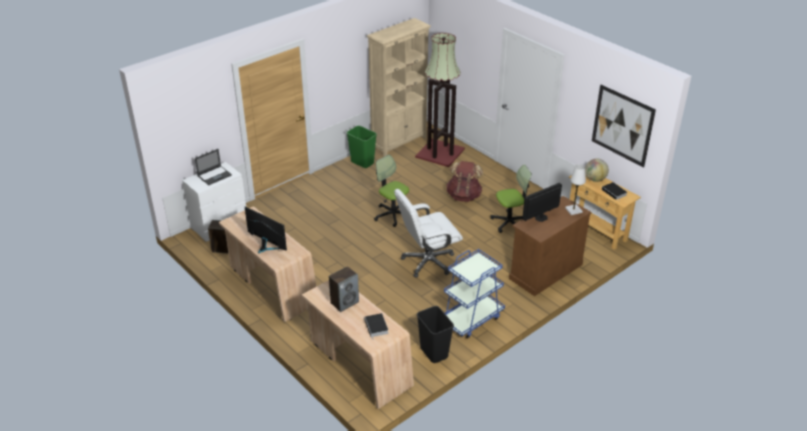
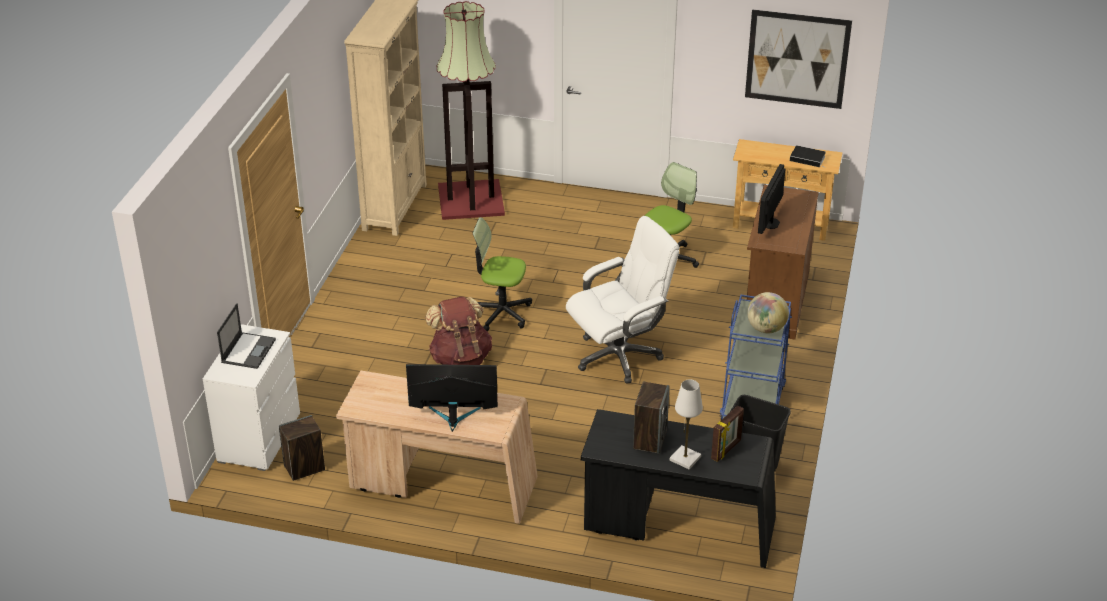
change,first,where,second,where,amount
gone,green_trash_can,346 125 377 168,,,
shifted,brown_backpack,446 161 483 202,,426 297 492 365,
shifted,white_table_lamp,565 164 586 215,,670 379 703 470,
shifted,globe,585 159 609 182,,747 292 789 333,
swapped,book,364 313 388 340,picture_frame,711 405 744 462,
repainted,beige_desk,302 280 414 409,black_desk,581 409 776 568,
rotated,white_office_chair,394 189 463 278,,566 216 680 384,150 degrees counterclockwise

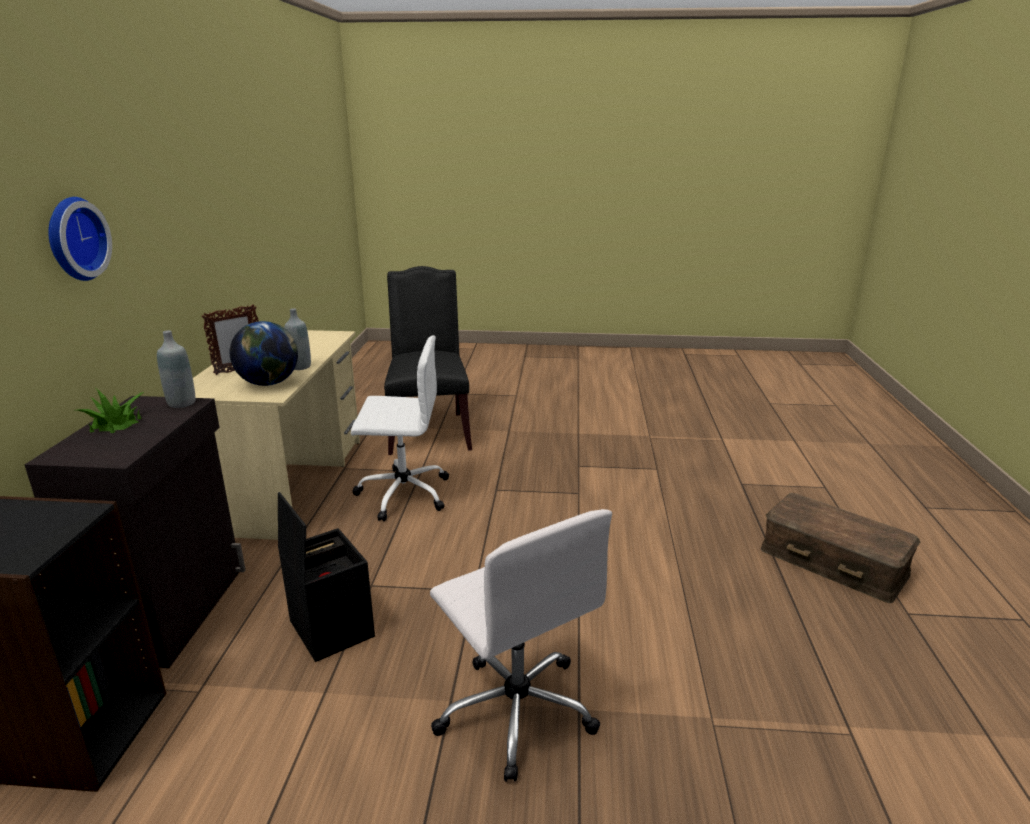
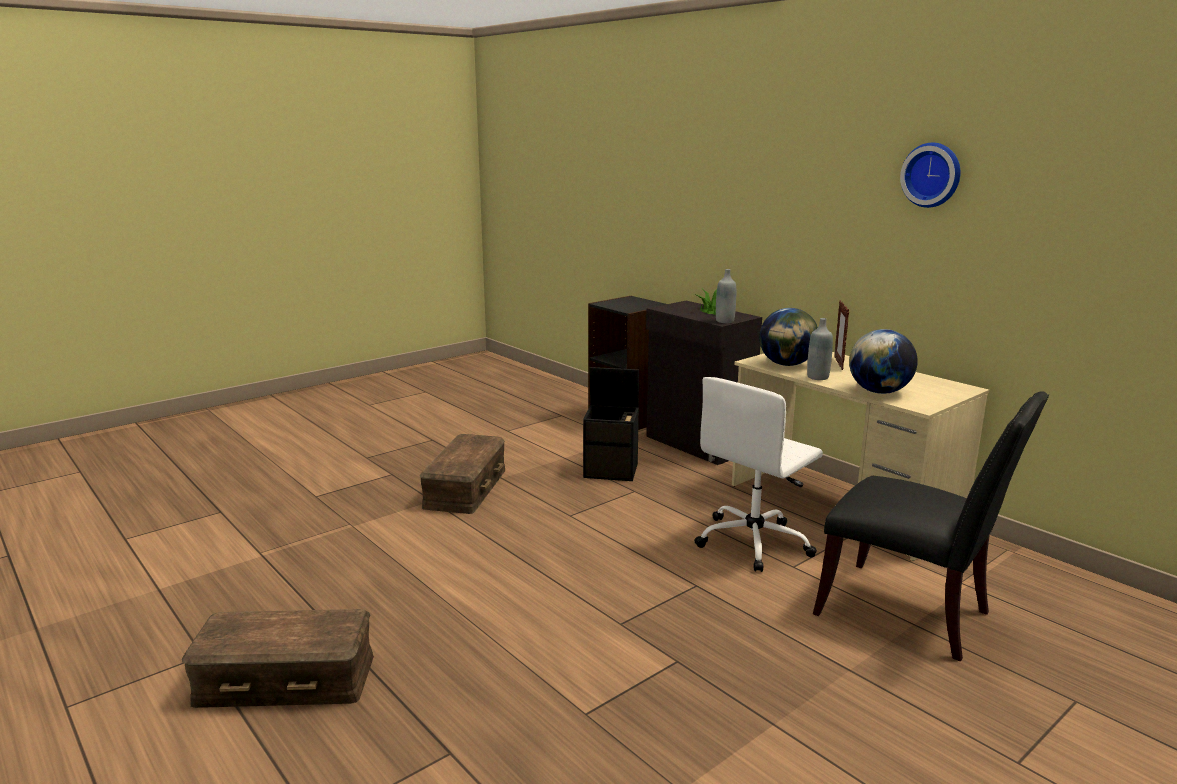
change,first,where,second,where,amount
new,,,globe,849 329 918 394,
shifted,wall_clock,48 197 112 281,,900 143 961 208,
swapped,white_office_chair,430 509 612 782,brown_storage_box,420 434 505 514,

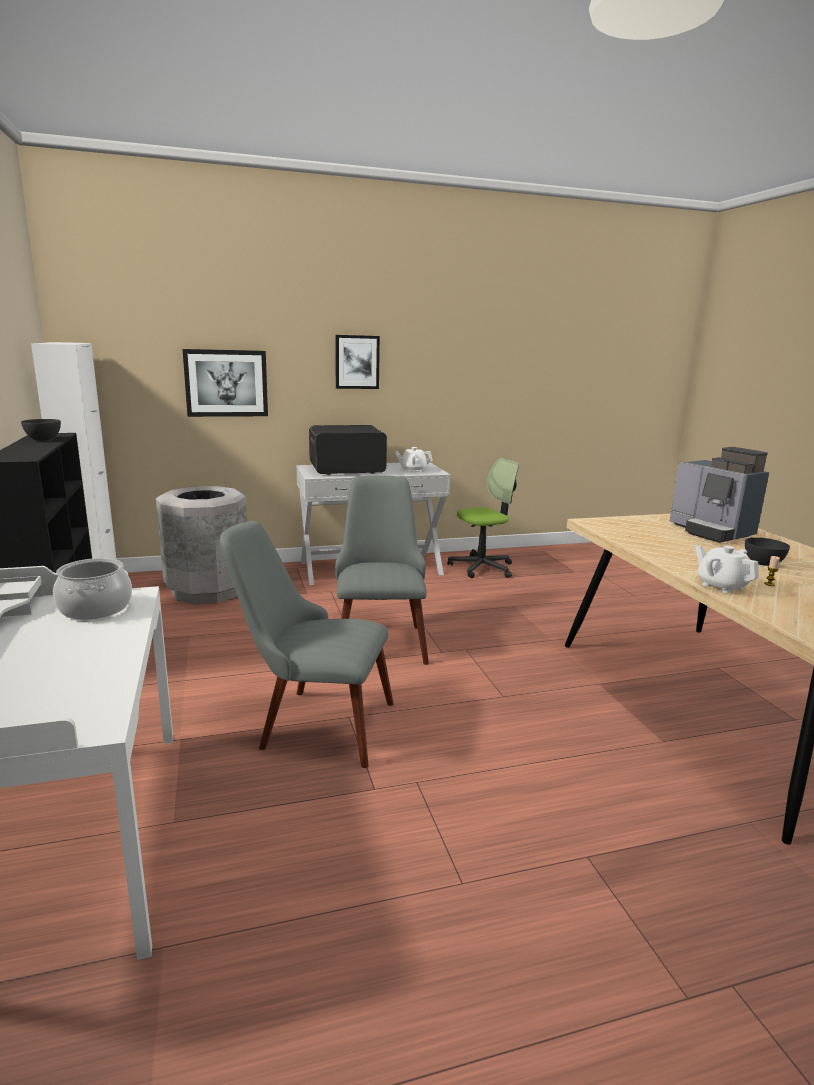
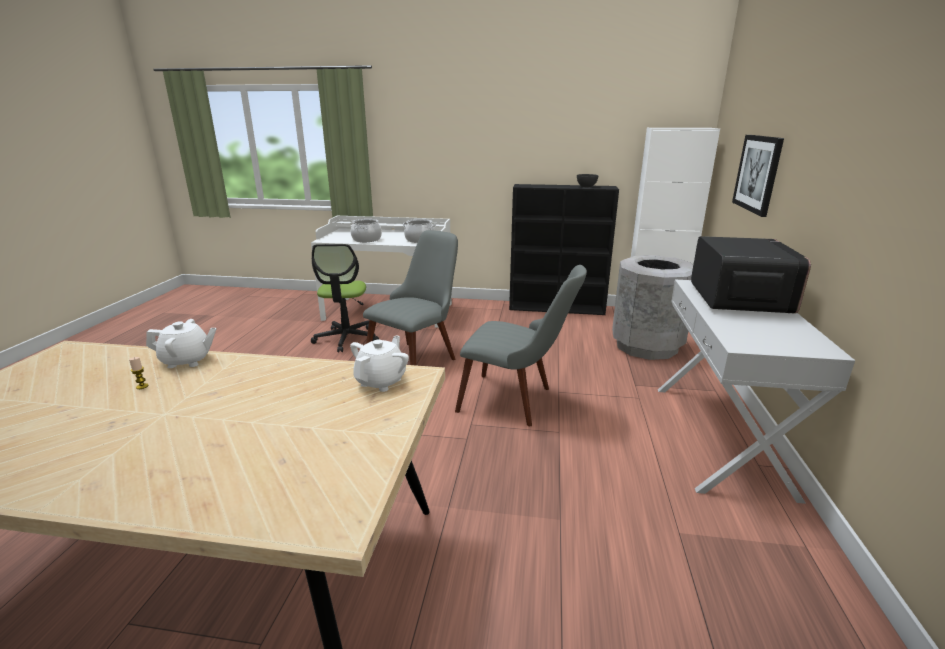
change,first,where,second,where,amount
gone,picture,335 335 380 389,,,
gone,coffee_machine,670 447 769 543,,,
gone,grey_bowl,745 537 790 566,,,
new,,,cooking_pot,351 219 382 242,
shifted,white_teapot,395 447 433 473,,350 335 409 392,
shifted,office_chair,447 458 519 578,,311 244 379 352,

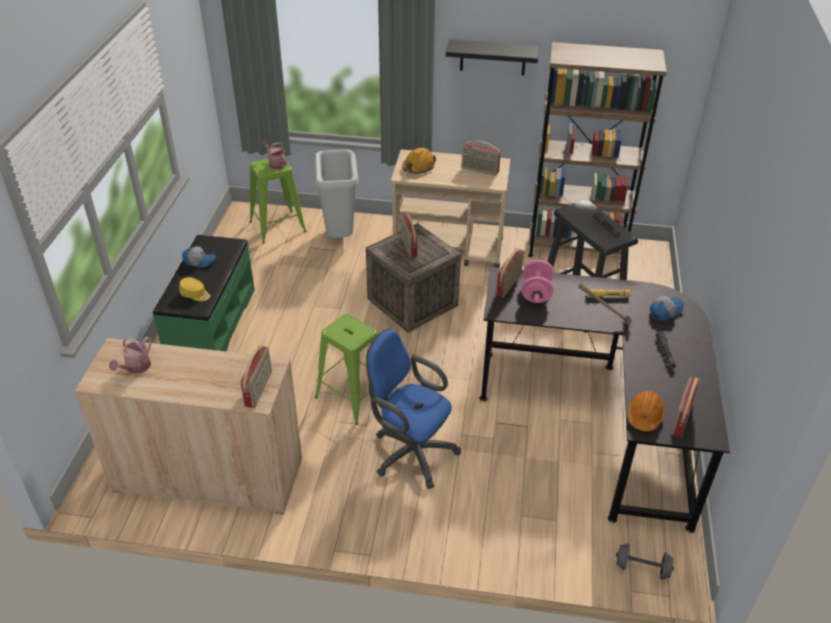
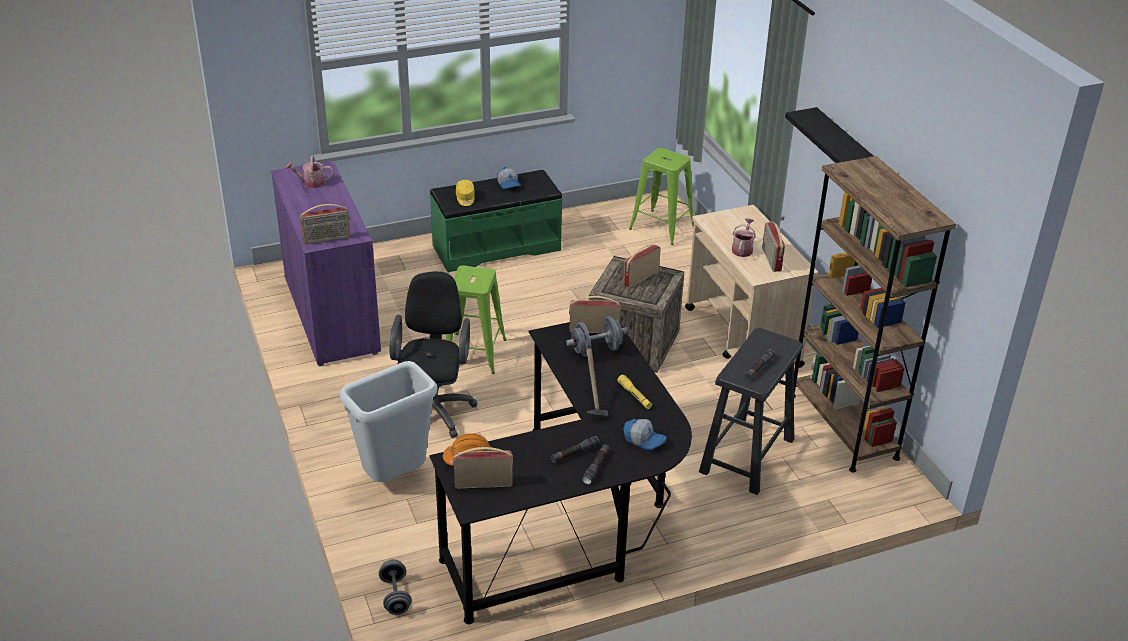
change,first,where,second,where,amount
gone,orange_hard_hat,402 148 436 173,,,
new,,,black_flashlight,582 444 610 485,
shifted,watering_can,261 140 287 169,,732 218 756 257,
shifted,grey_trash_can,314 150 358 238,,340 361 437 482,
repainted,beige_cabinet,75 338 302 515,purple_cabinet,271 161 381 366,
repainted,blue_office_chair,366 329 461 489,black_office_chair,390 271 478 438,
repainted,pink_dumbbell,522 260 554 303,grey_dumbbell,566 316 628 357,

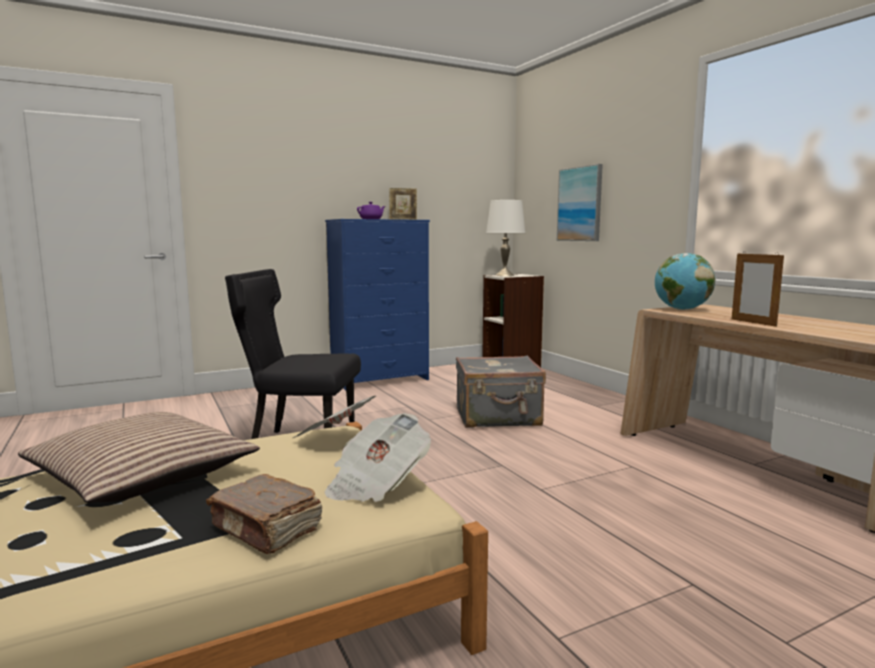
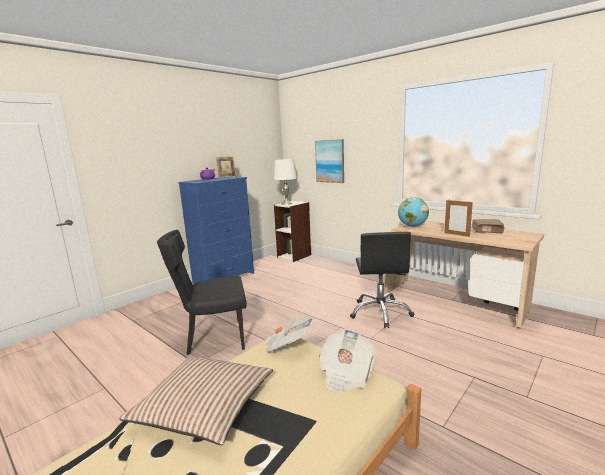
change,first,where,second,where,amount
gone,grey_suitcase,456 355 546 428,,,
new,,,black_office_chair,350 232 414 328,
shifted,brown_book,206 474 322 554,,472 219 504 233,

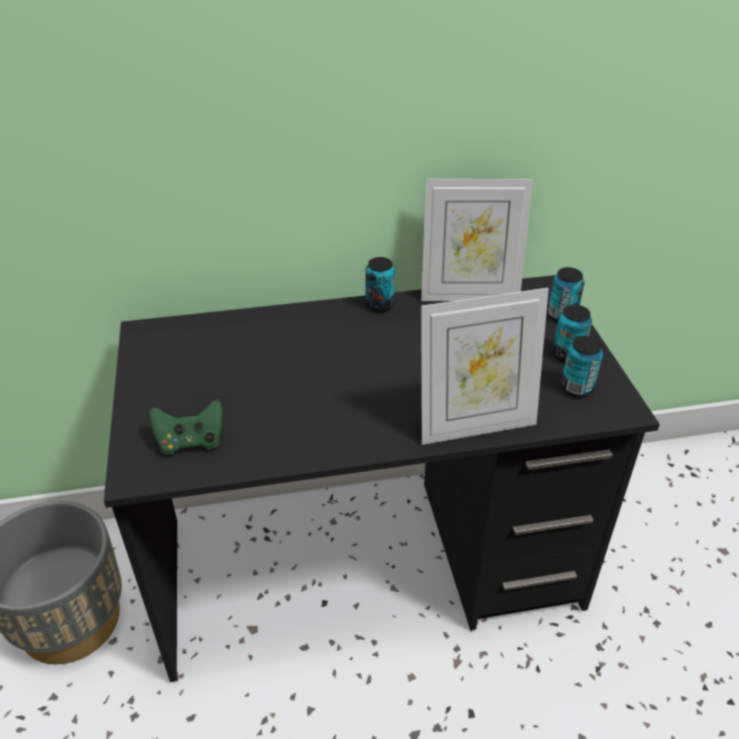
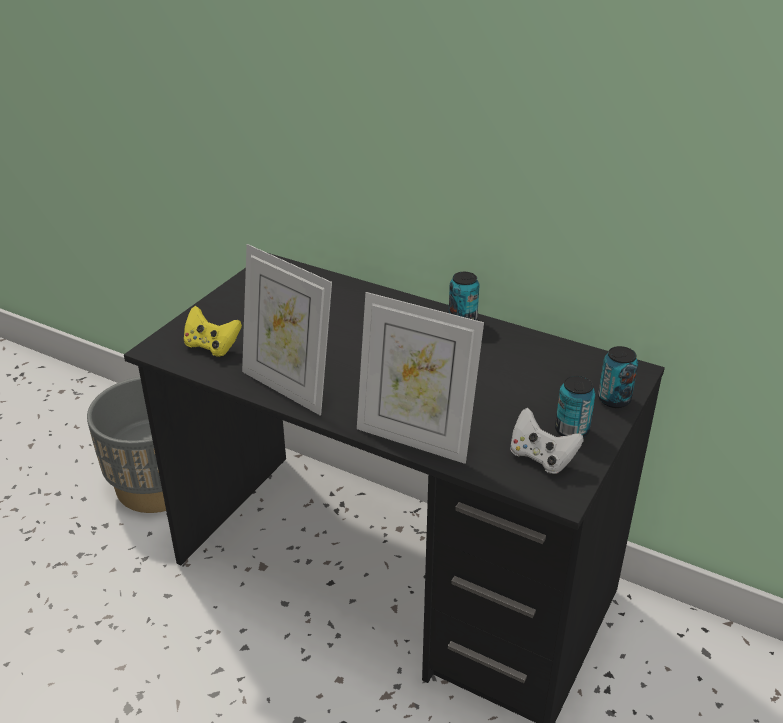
change,first,where,second,where,amount
shifted,picture_frame,421 179 533 301,,242 244 332 416,
swapped,can,561 336 603 397,white_game_controller,510 408 584 474,
repainted,green_game_controller,150 400 223 454,yellow_game_controller,184 306 242 357,

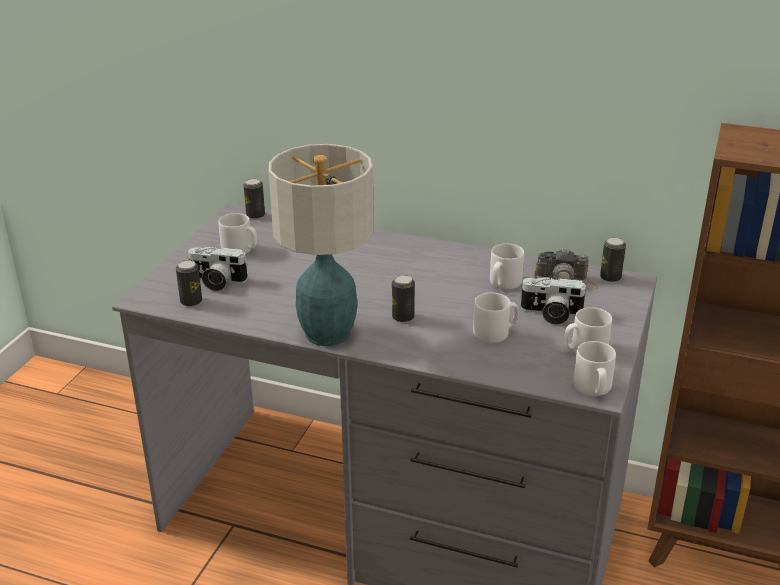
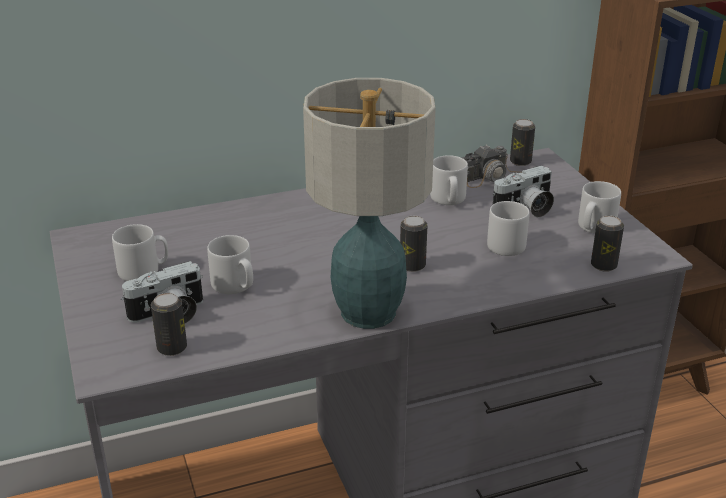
change,first,where,second,where,amount
shifted,can,244 178 265 219,,591 215 624 272,
shifted,grey_mug,573 341 616 396,,207 235 253 294,

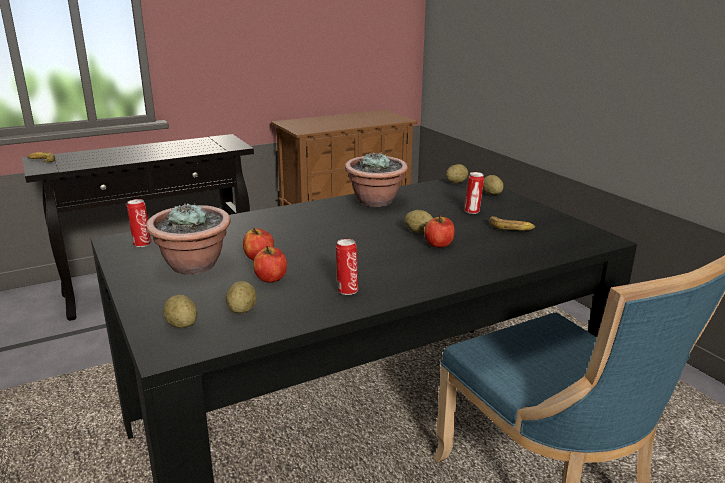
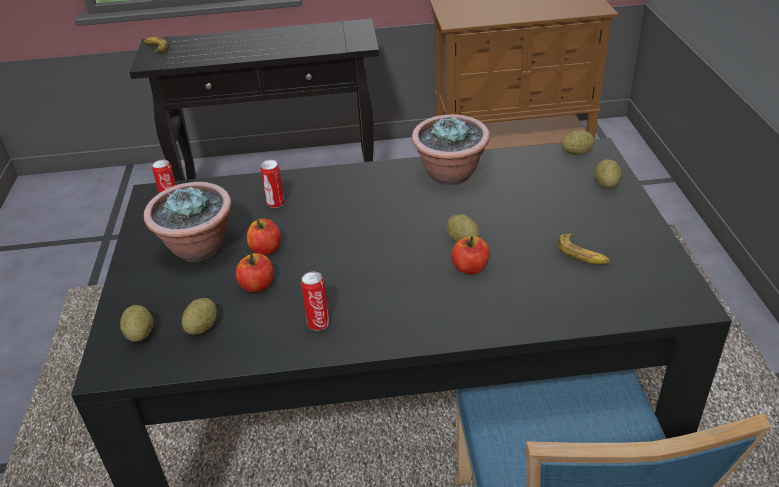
change,first,where,second,where,amount
shifted,can,464 172 484 214,,260 160 285 208,

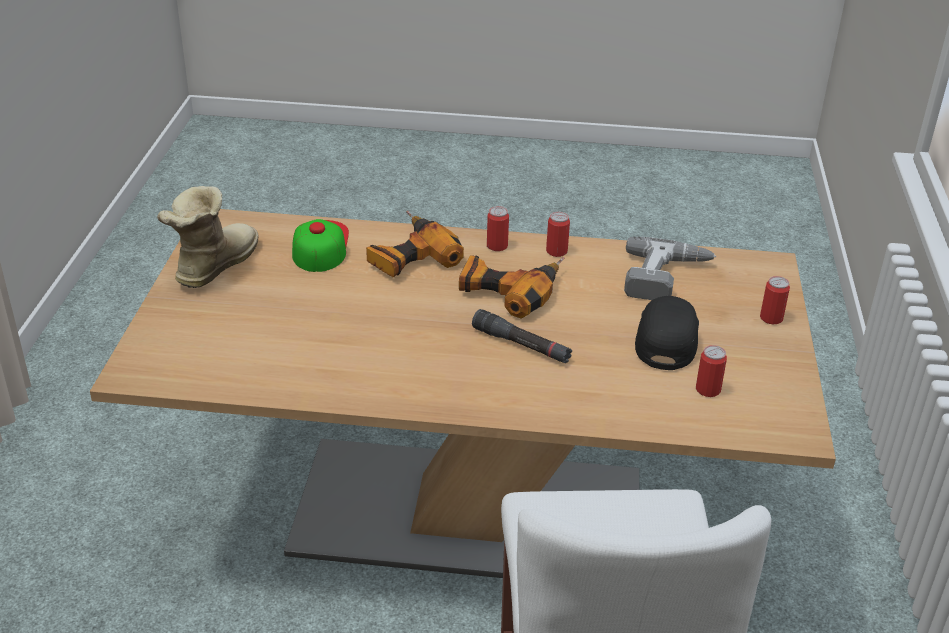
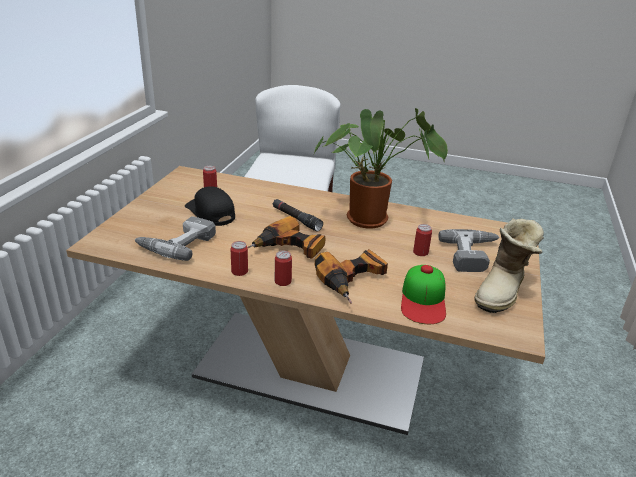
change,first,where,second,where,amount
new,,,potted_plant,314 108 448 229,
new,,,power_drill,438 229 500 272,
shifted,can,760 276 790 324,,413 224 432 256,
rotated,black_cap,635 296 699 370,,185 186 235 226,120 degrees clockwise

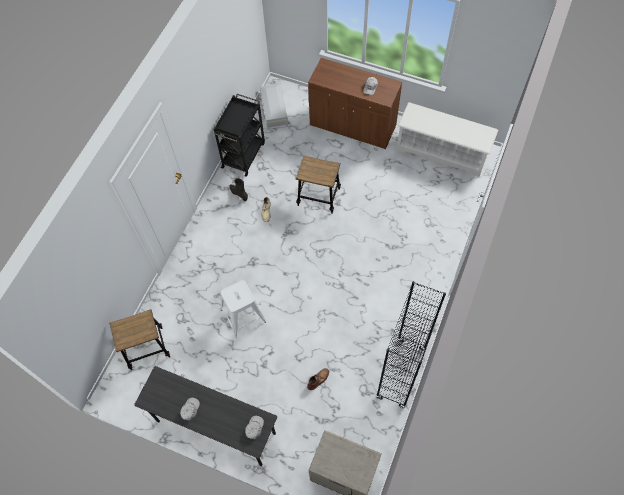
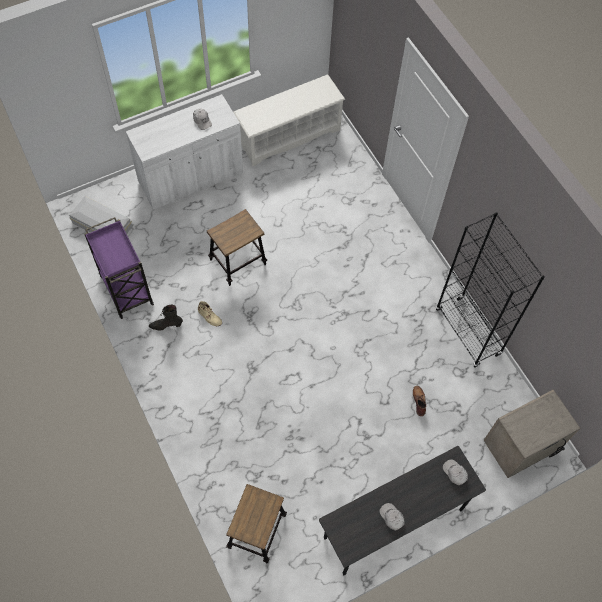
change,first,where,second,where,amount
gone,white_stool,221 280 266 338,,,
repainted,black_cart,213 94 265 177,purple_cart,84 217 154 319,
repainted,brown_cabinet,308 58 402 149,white_cabinet,126 94 243 210,

